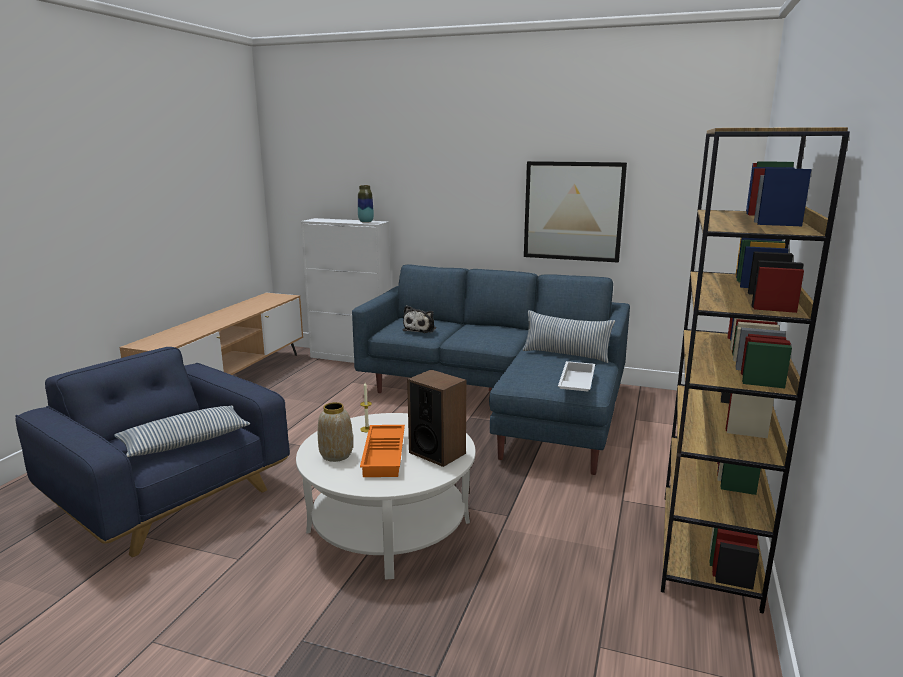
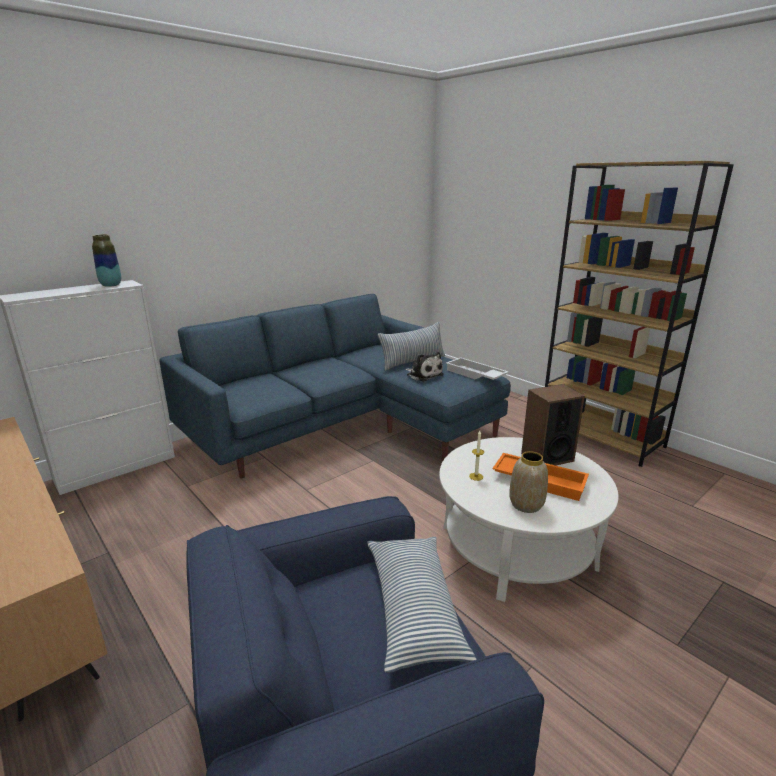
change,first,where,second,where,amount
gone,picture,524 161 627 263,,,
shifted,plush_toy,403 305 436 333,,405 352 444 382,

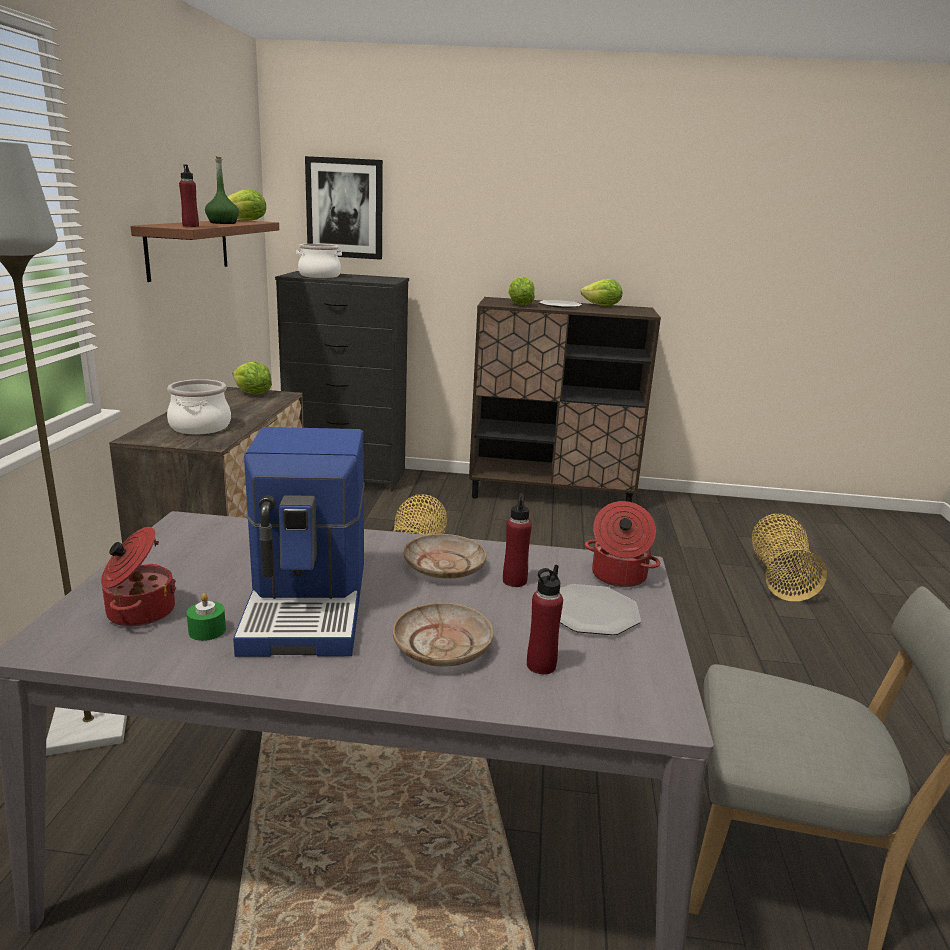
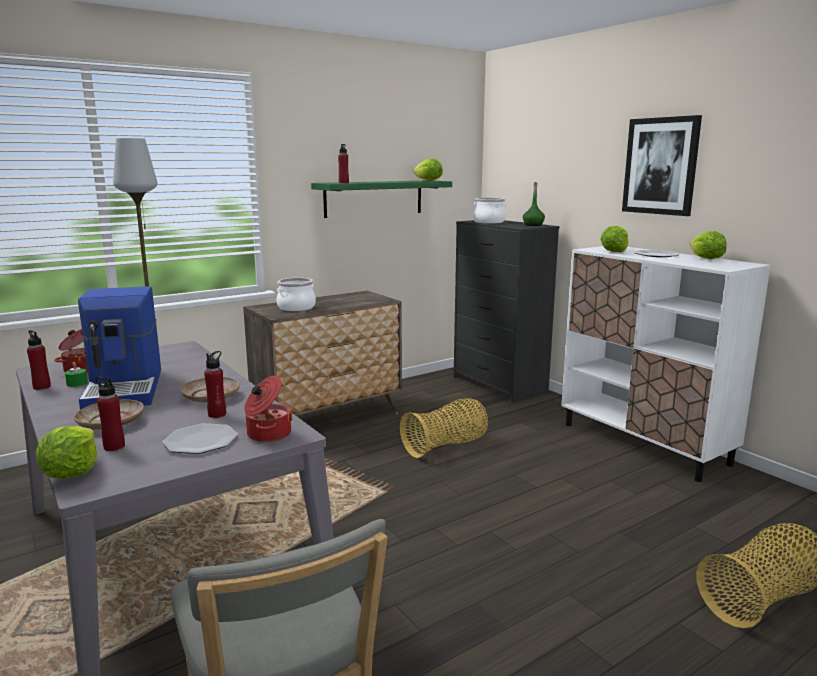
change,first,where,second,where,amount
new,,,red_bottle,27 330 51 390,
shifted,green_bottle,205 156 239 224,,523 182 545 226,
shifted,lettuce,232 362 272 394,,36 426 97 479,
shifted,picture,305 156 383 260,,622 115 702 216,
repainted,brown_shelf,131 220 279 282,green_shelf,311 180 452 218,
repainted,brown_cabinet,469 297 661 502,white_cabinet,561 246 771 482,
rotated,coffee_machine,233 427 365 657,,78 286 161 410,60 degrees counterclockwise

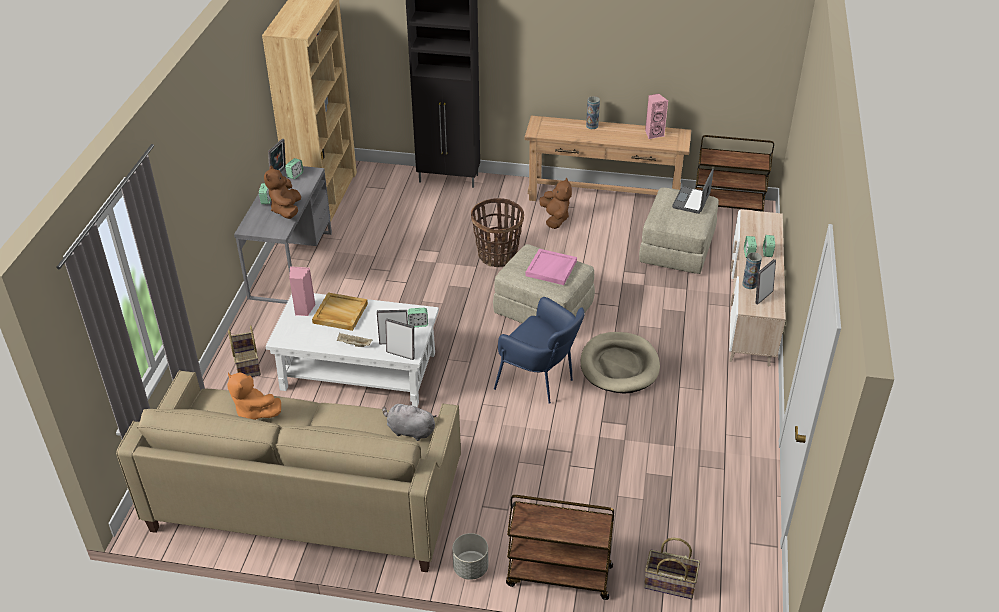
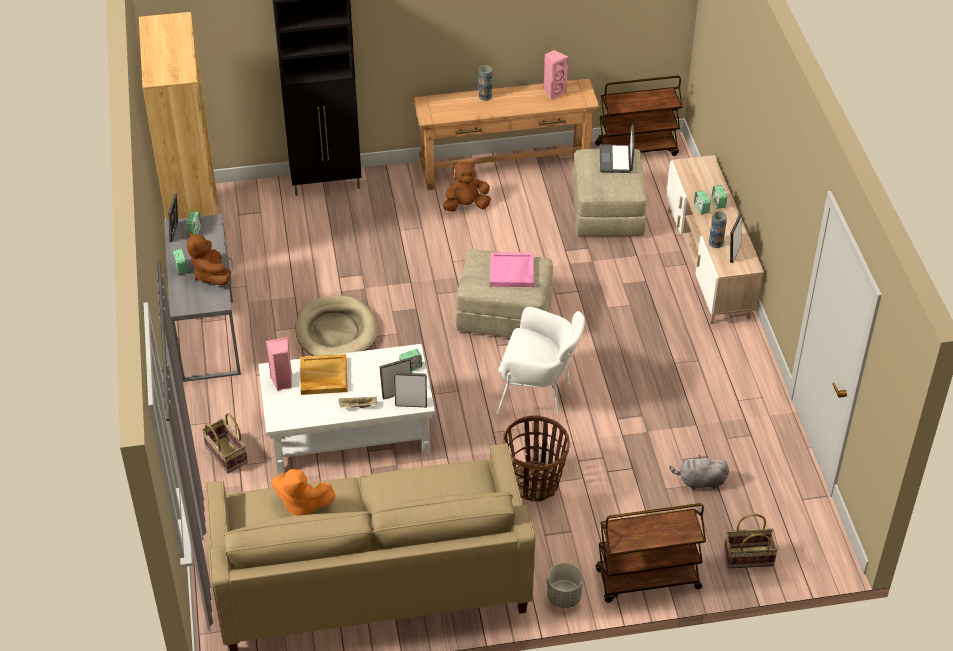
change,first,where,second,where,amount
shifted,grey_plush_toy,382 401 437 441,,669 454 729 490,
shifted,basket,471 198 524 267,,502 415 570 502,
shifted,beige_dog_bed,580 332 660 393,,295 295 378 356,
repainted,blue_armchair,494 297 585 404,white_armchair,497 307 585 414,
rotated,brown_plush_toy,539 178 572 229,,442 161 491 212,75 degrees counterclockwise

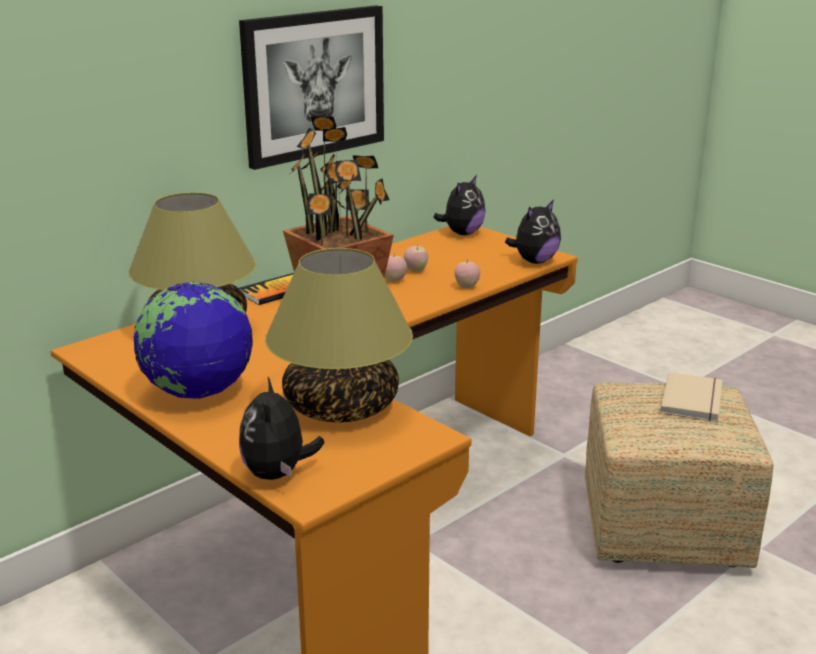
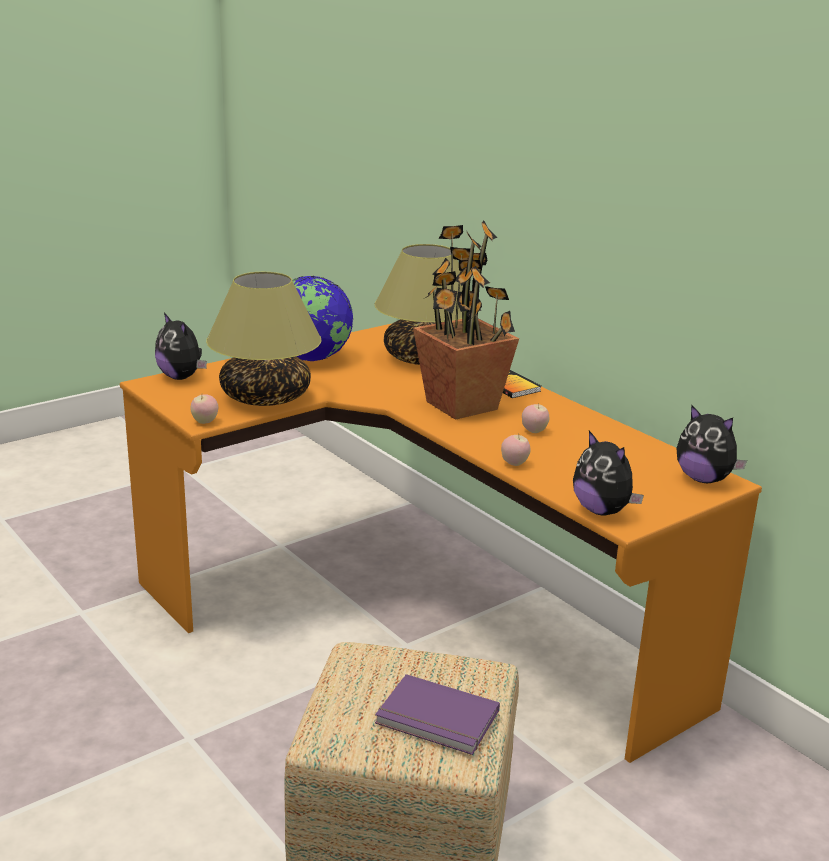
change,first,where,second,where,amount
gone,picture,239 5 384 170,,,
shifted,apple,404 245 428 272,,191 394 218 424,
repainted,beige_book,660 372 723 422,purple_book,375 674 500 755,
rotated,plush_toy,239 376 324 480,,155 313 207 380,135 degrees counterclockwise

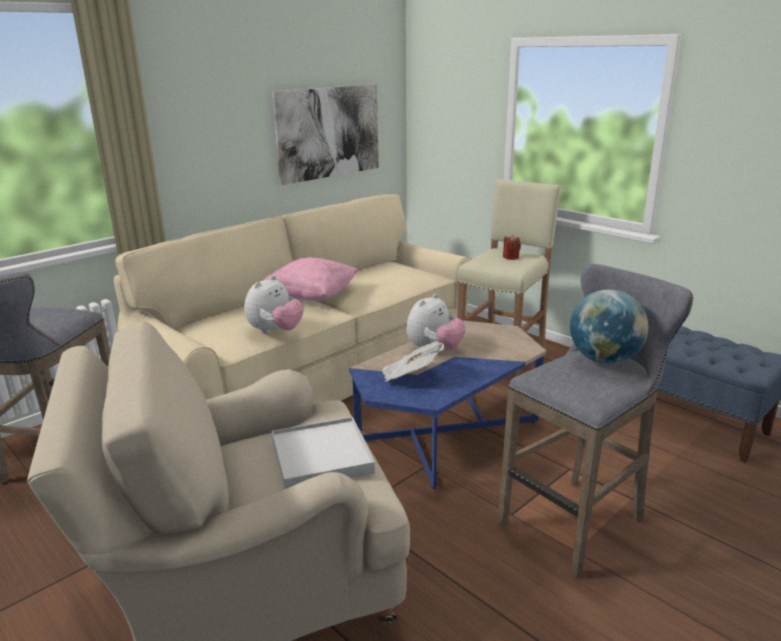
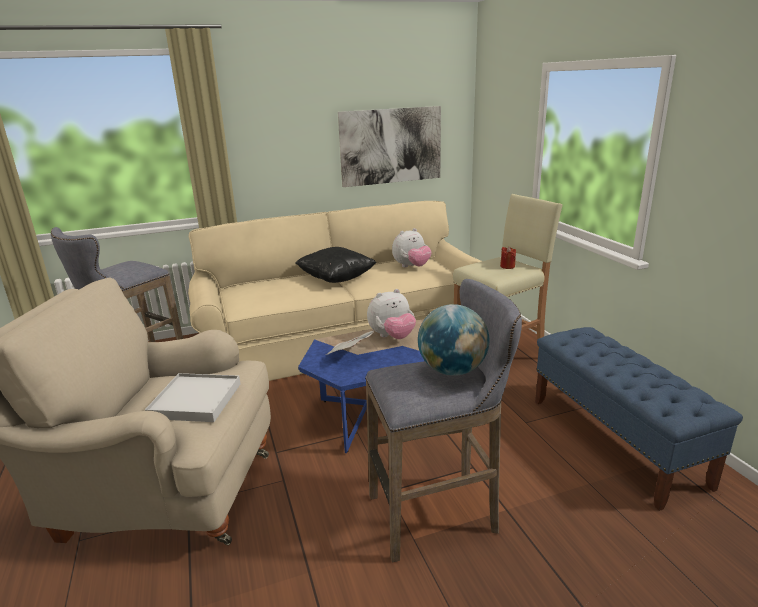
change,first,where,second,where,amount
shifted,plush_toy,244 275 304 334,,392 228 432 267,
repainted,pink_pillow,264 257 358 301,black_pillow,295 247 376 283,

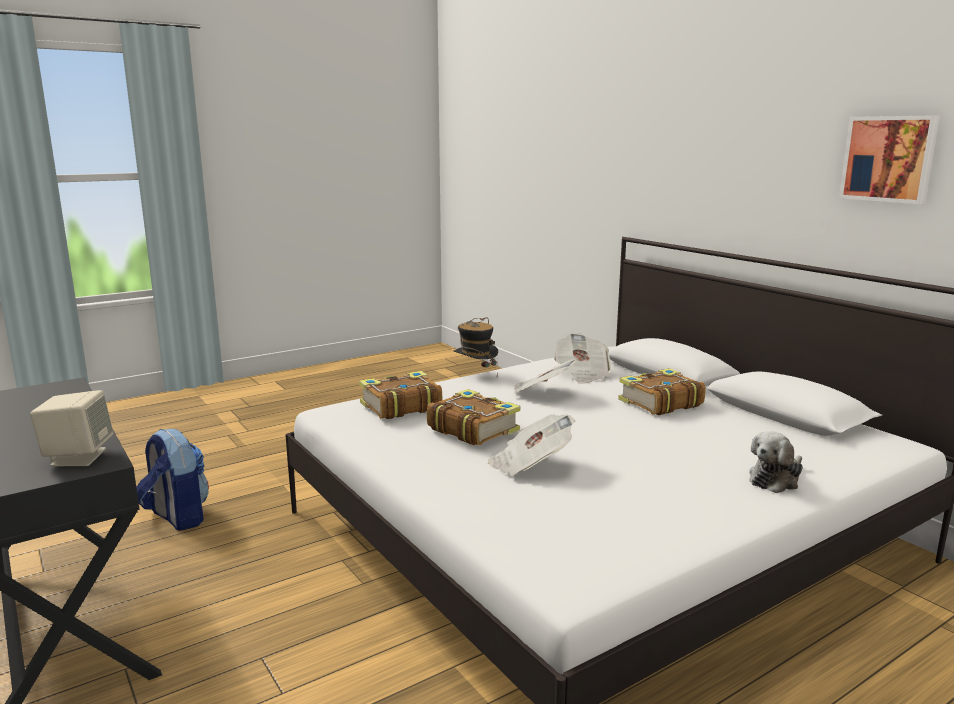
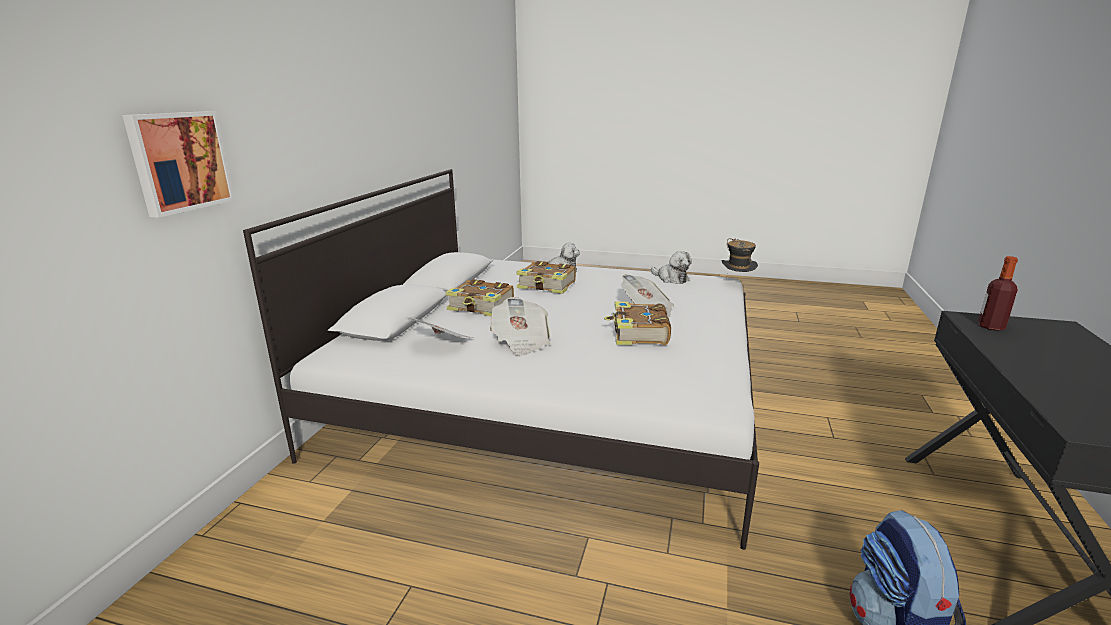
change,first,where,second,where,amount
new,,,plush_toy,651 251 692 284,
shifted,book,359 371 442 419,,516 261 576 294,
shifted,hat,454 318 498 376,,722 238 758 272,
shifted,picture,839 115 940 204,,122 111 235 218,
swapped,beige_speaker,30 390 113 466,bottle,978 256 1018 331,

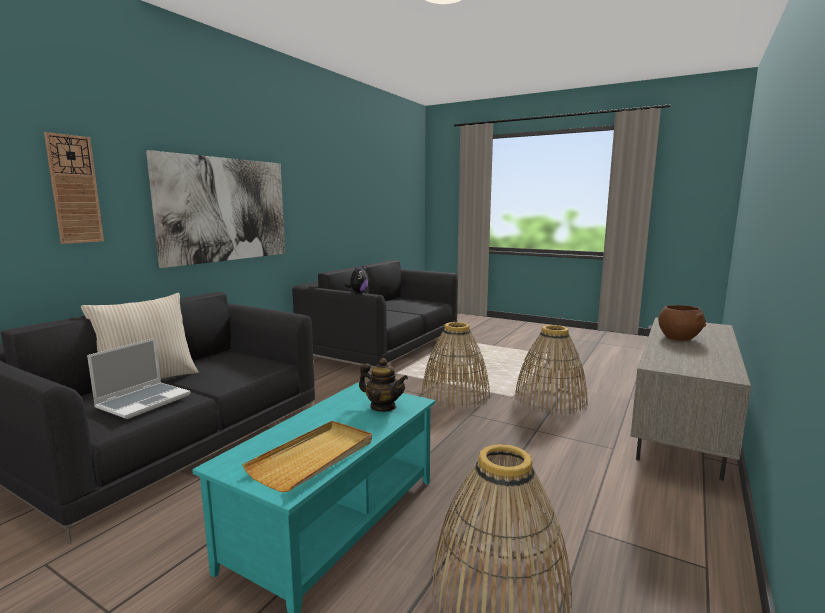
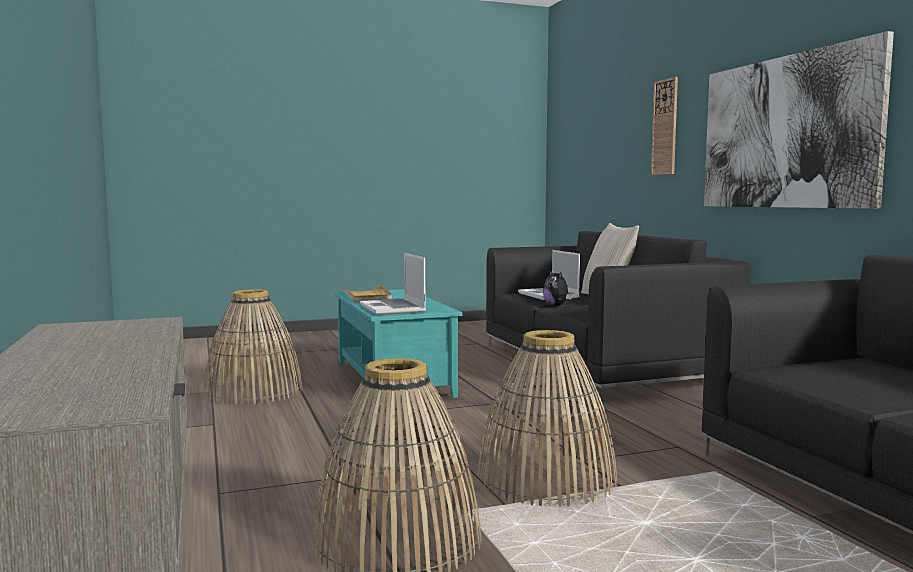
change,first,where,second,where,amount
gone,brown_bowl,658 305 706 341,,,
shifted,plush_toy,345 267 368 293,,543 271 572 306,
swapped,teapot,359 358 408 412,laptop,360 253 426 315,

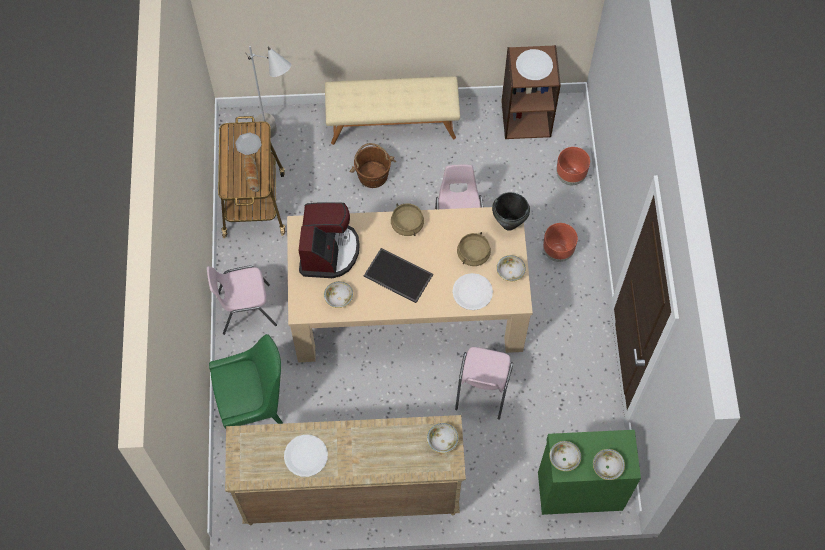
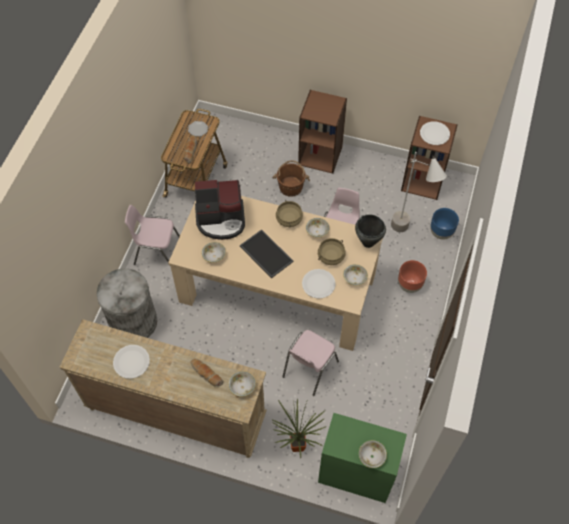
change,first,where,second,where,amount
new,,,bread,190 359 223 386,
new,,,potted_plant,272 398 327 459,
shifted,grey_floor_lamp,246 46 291 138,,391 152 447 232,
shifted,bowl,549 441 581 471,,306 218 330 238,
swapped,green_chair,209 334 283 429,grey_trash_can,97 268 157 338,
swapped,beige_bench,325 76 460 145,brown_bookcase,298 90 347 174,
repainted,brown_planter,556 147 590 185,blue_planter,430 208 459 240,
rotated,coffee_machine,298 202 360 278,,195 180 245 240,60 degrees clockwise

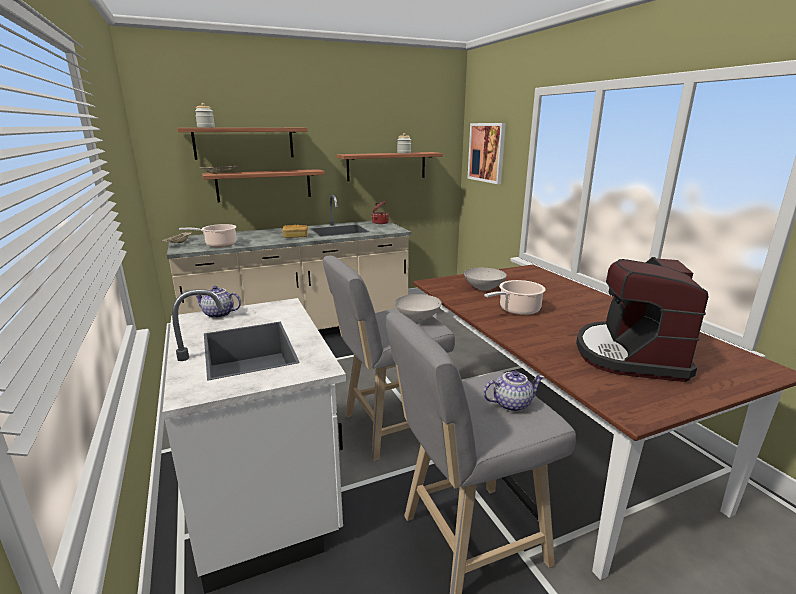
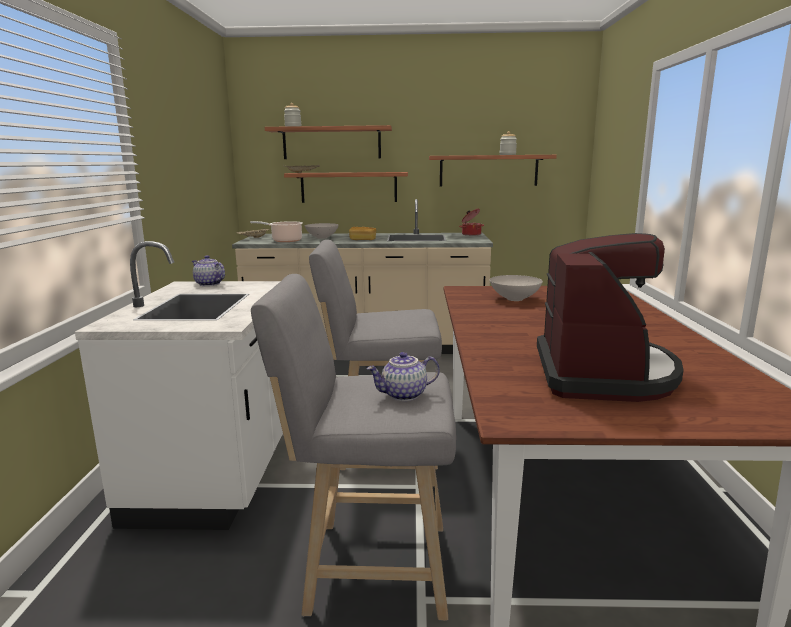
change,first,where,second,where,amount
gone,picture,467 123 506 184,,,
gone,cooking_pot,484 280 546 315,,,
shifted,white_bowl,395 294 442 321,,305 223 339 239,
rotated,teapot,483 371 544 412,,366 352 440 401,150 degrees clockwise
rotated,coffee_machine,576 257 709 382,,537 233 683 402,150 degrees clockwise

